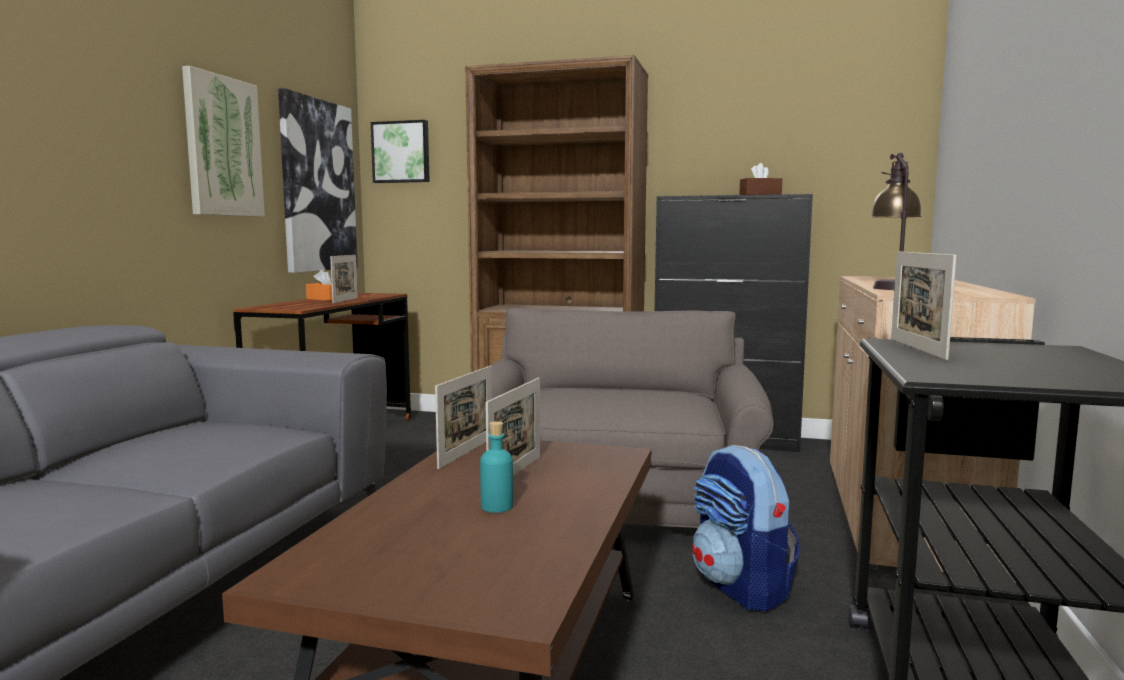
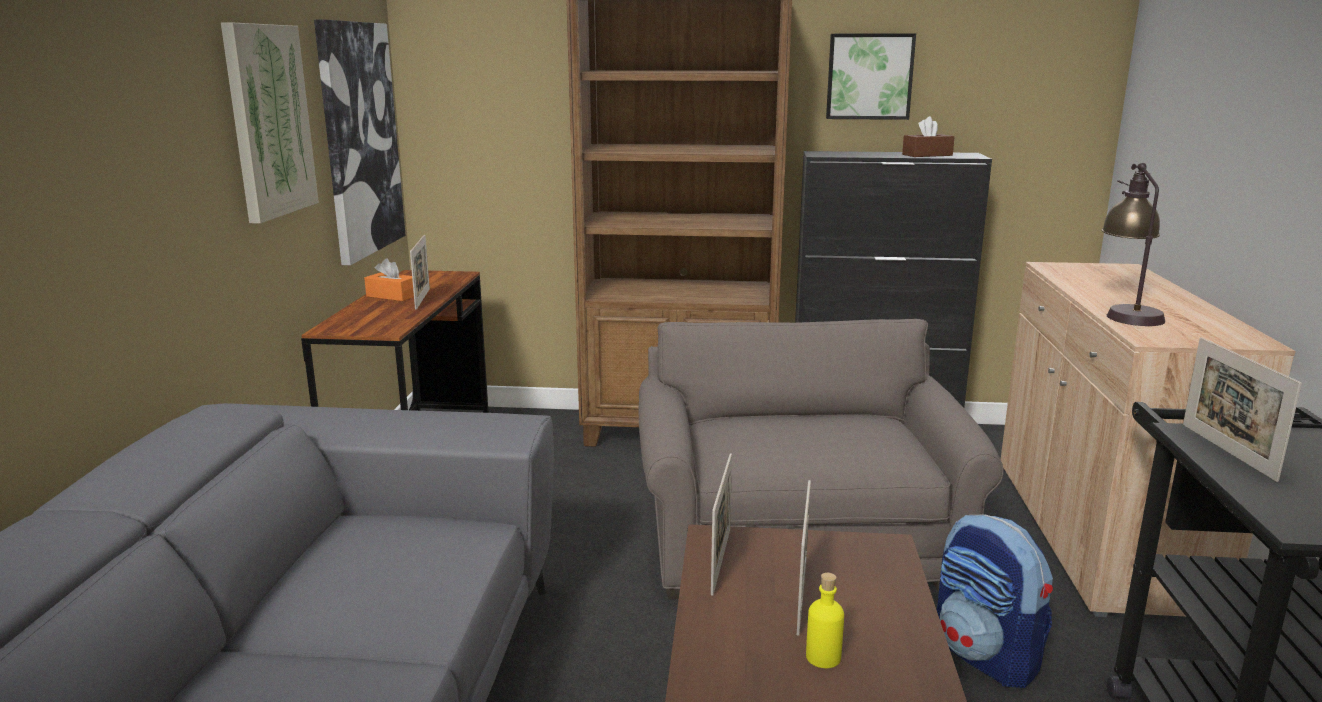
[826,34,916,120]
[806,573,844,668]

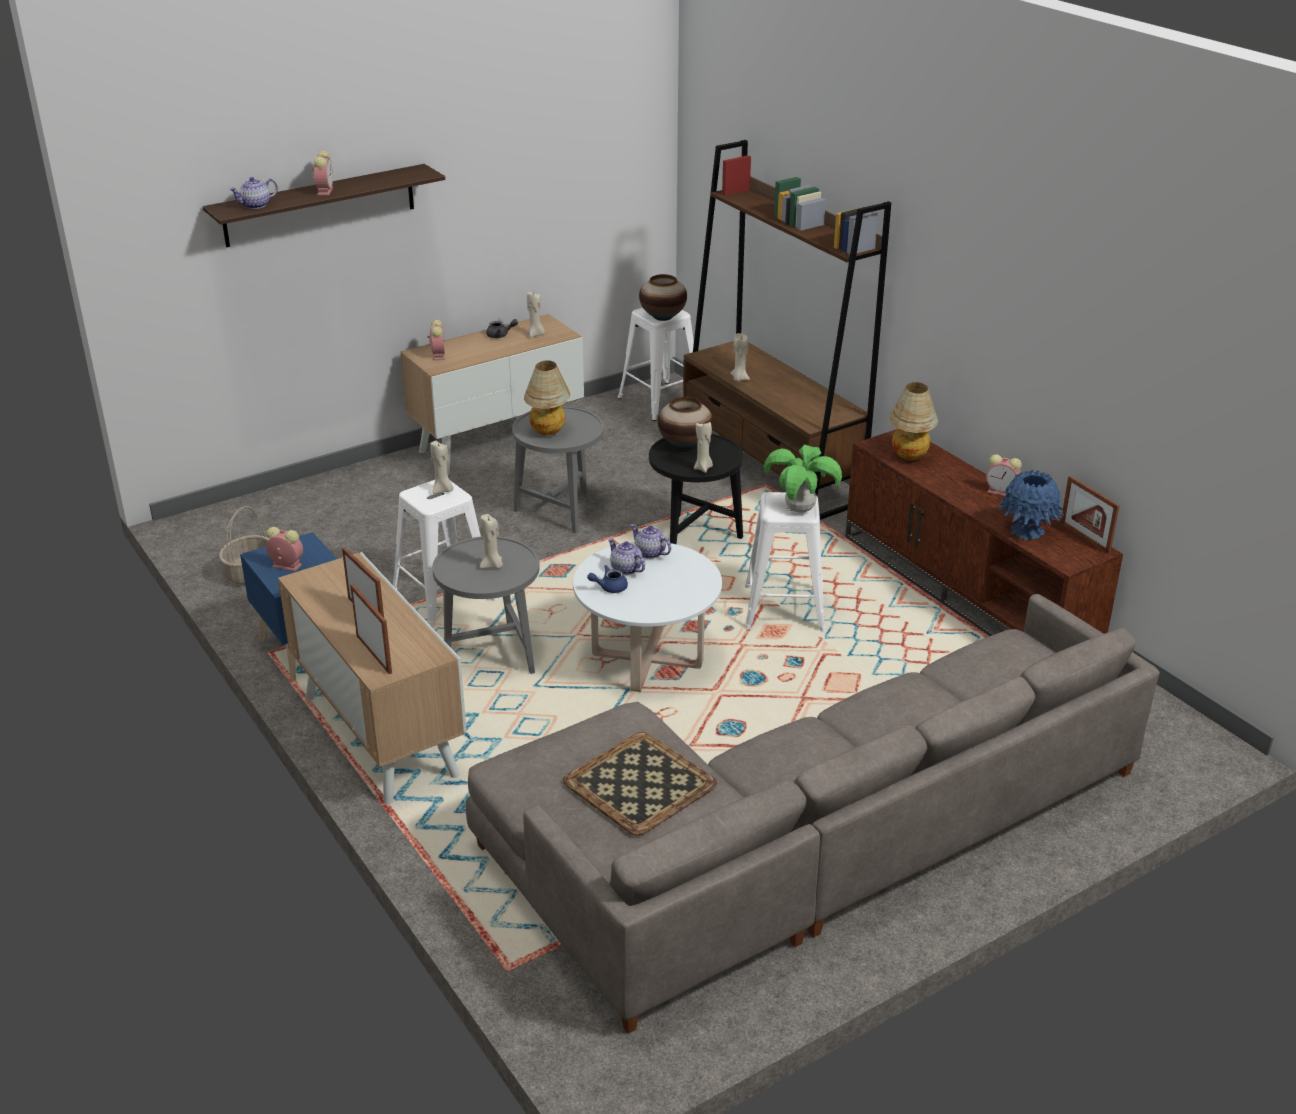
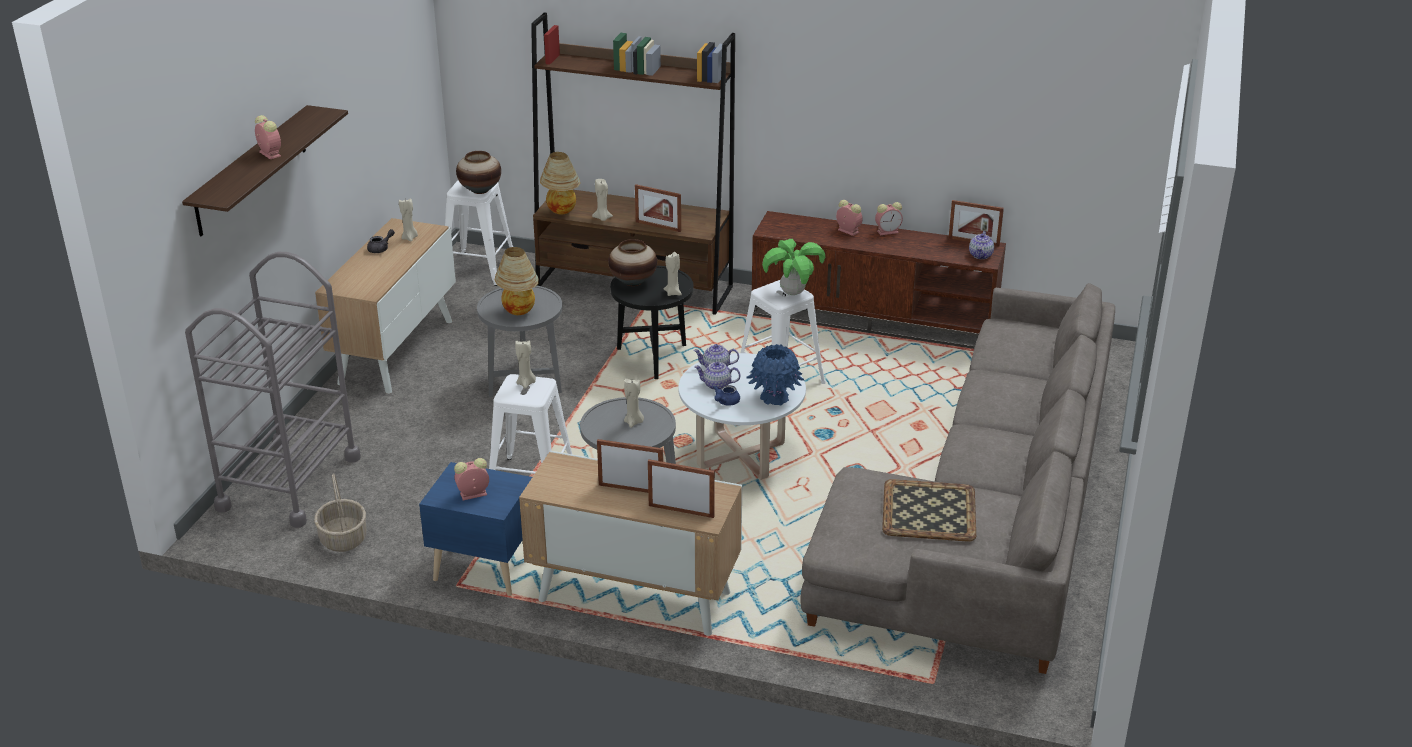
[969,231,994,259]
[836,200,863,236]
[540,152,580,214]
[746,344,804,406]
[185,252,361,528]
[635,184,681,232]

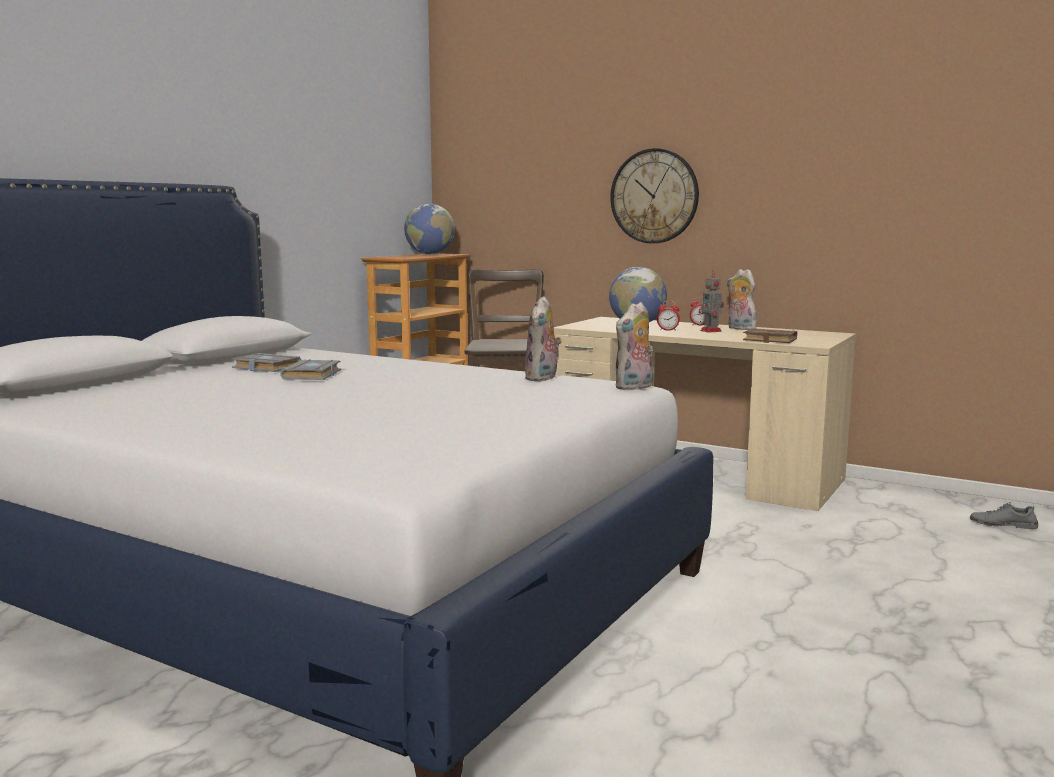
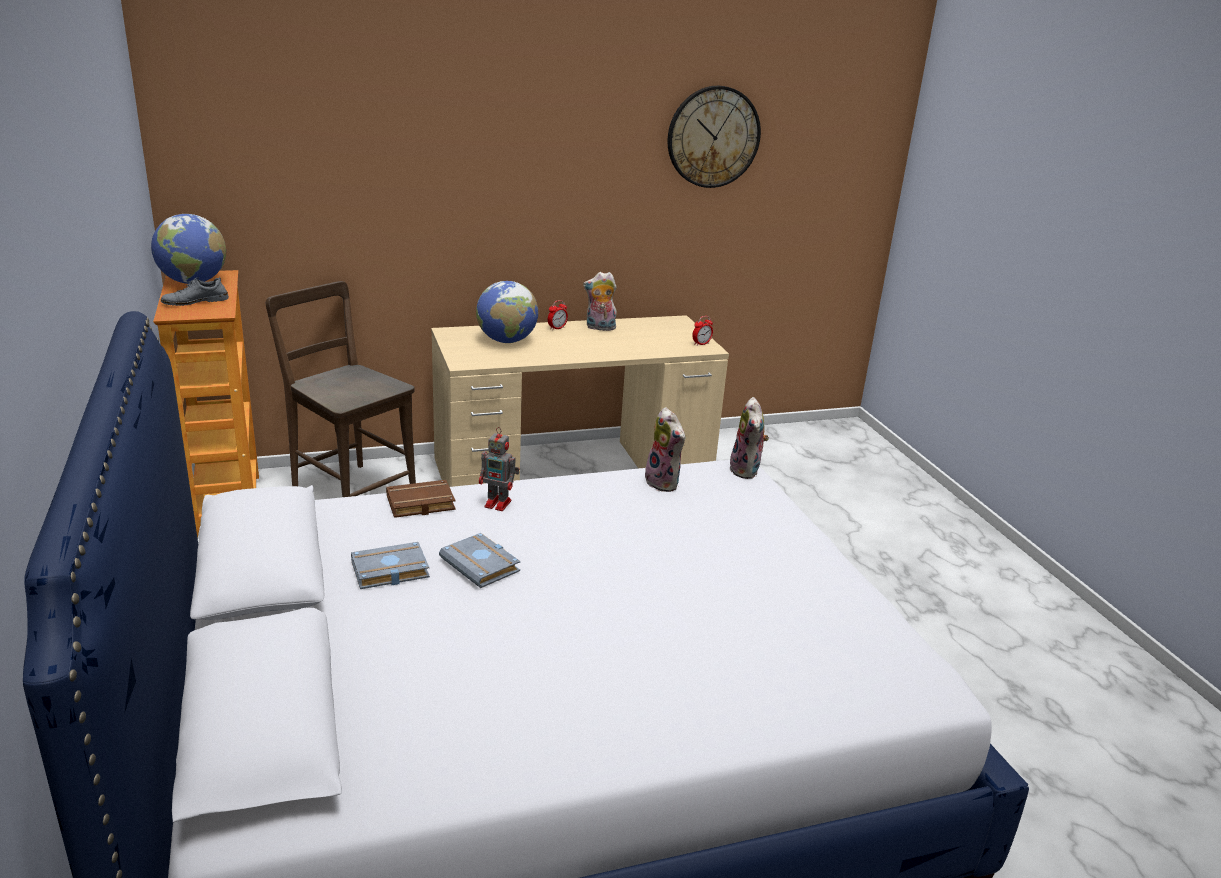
[668,86,761,188]
[692,316,713,346]
[479,427,519,511]
[386,480,456,518]
[161,277,229,306]

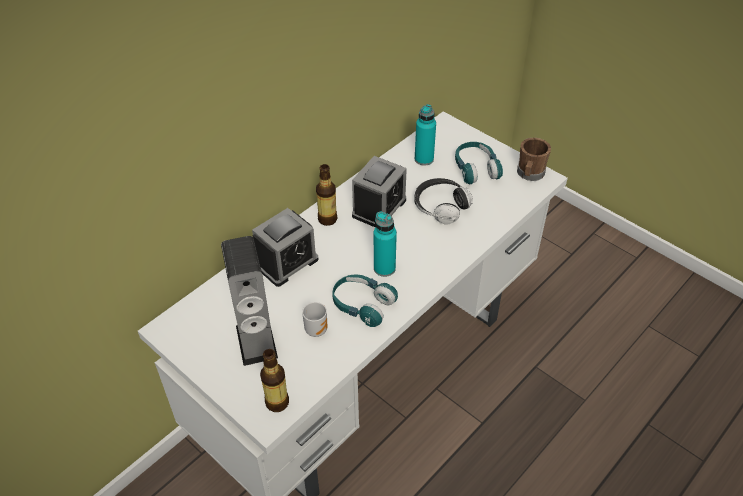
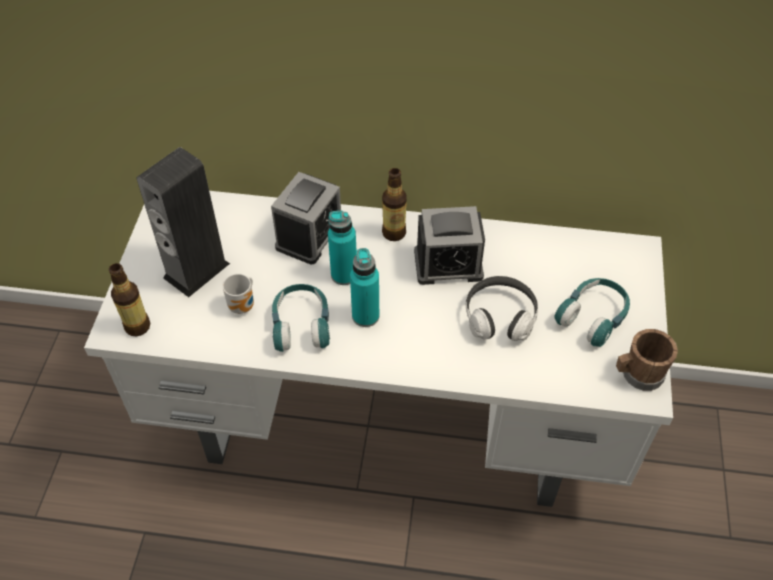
[271,172,341,265]
[328,211,356,285]

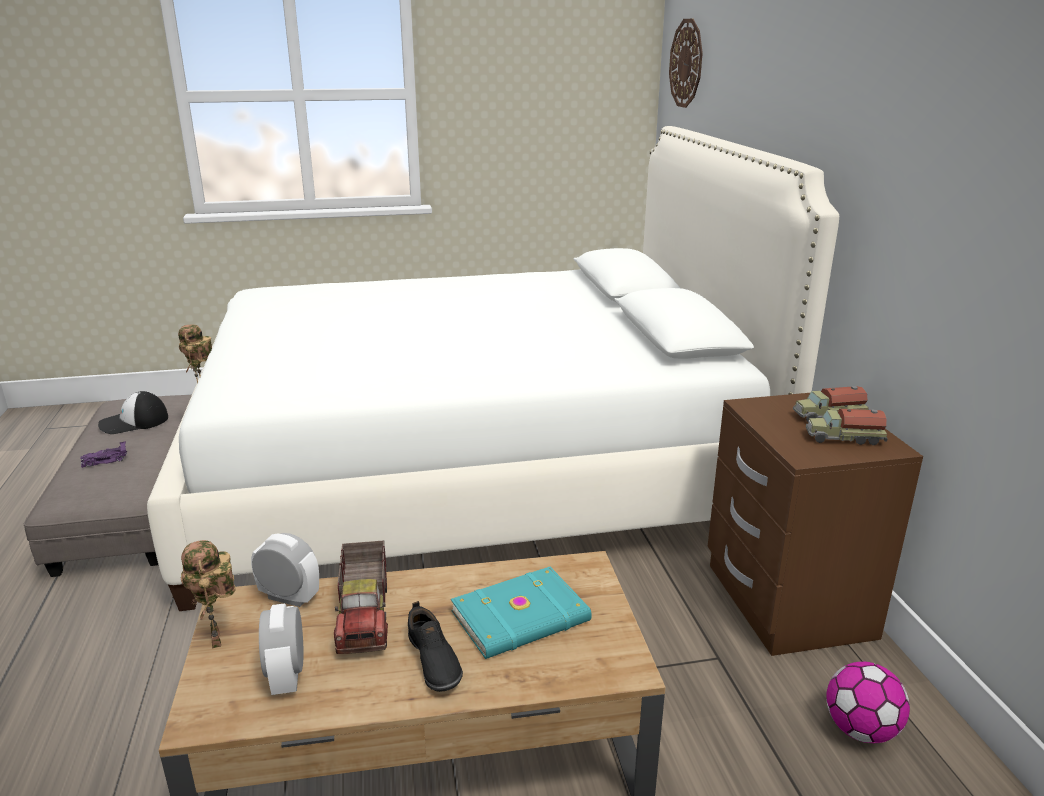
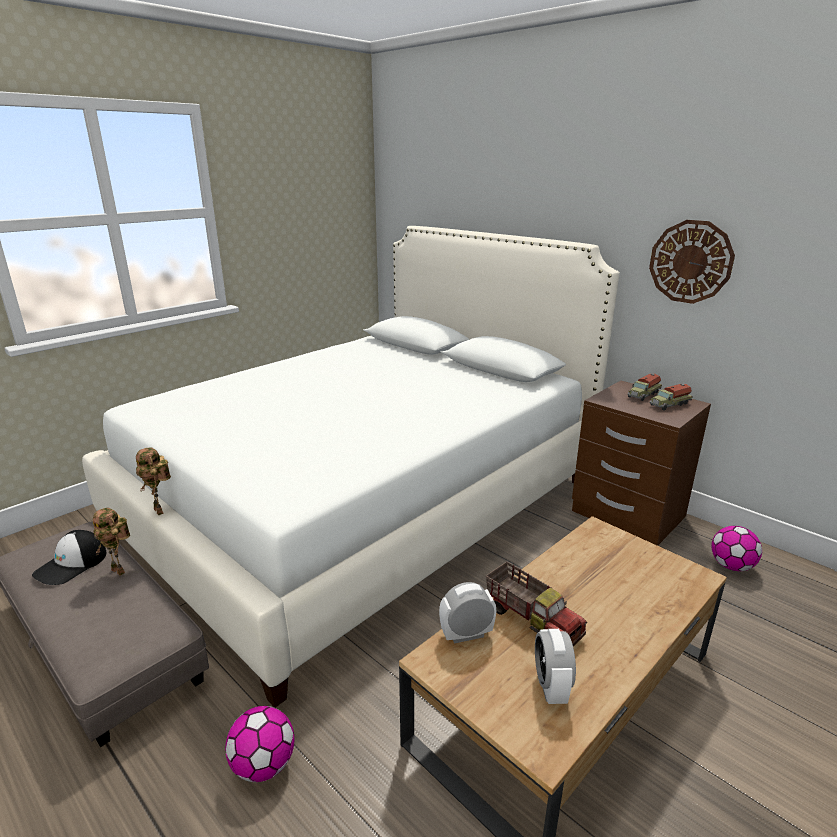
[80,441,127,468] (first image)
[93,508,130,576]
[535,629,576,704]
[408,601,463,692] (first image)
[451,567,592,659] (first image)
[649,220,735,304]
[225,706,294,782]

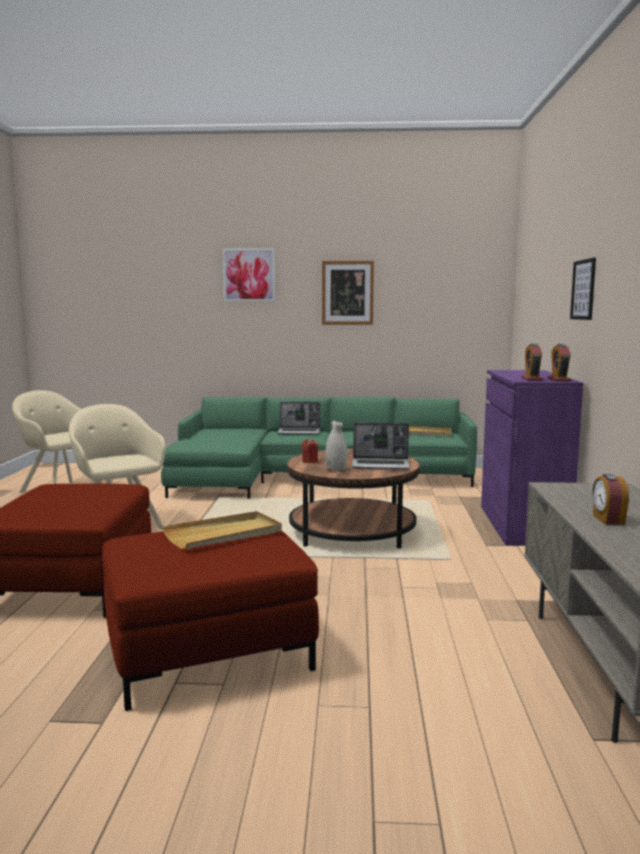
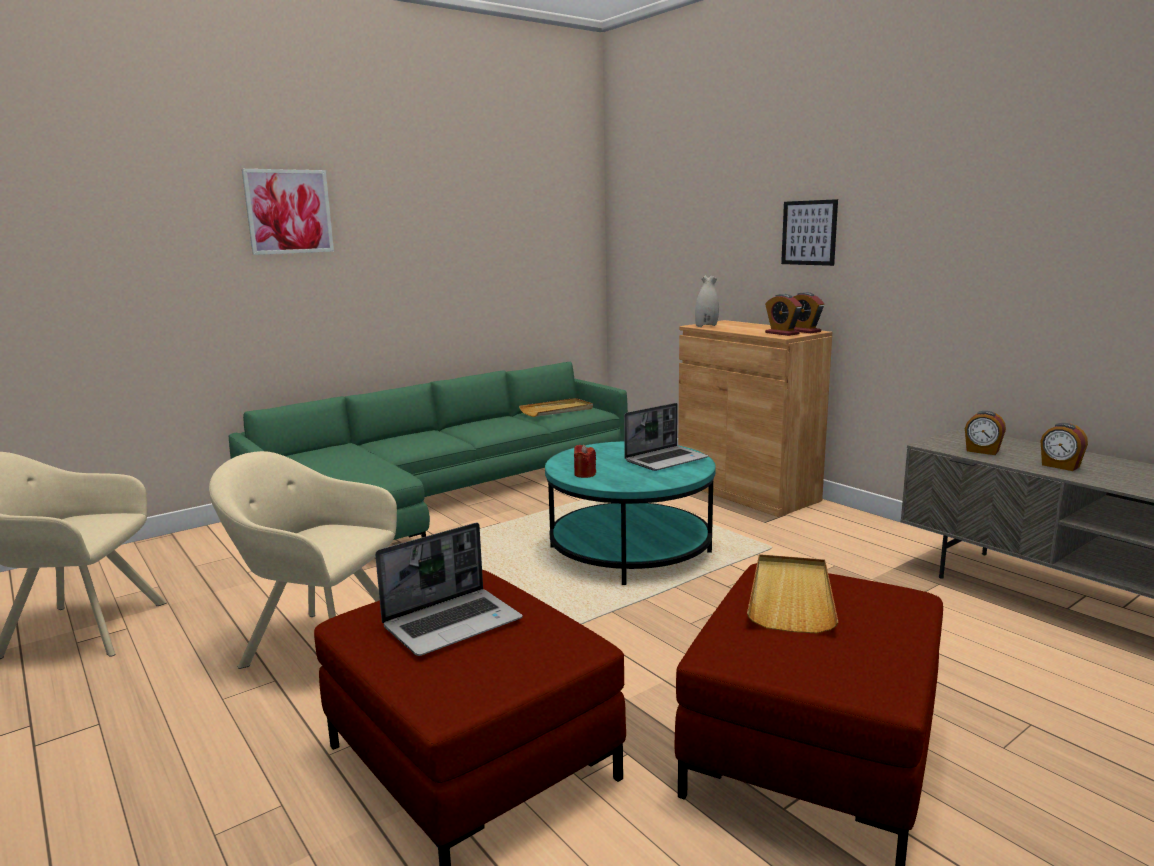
[375,523,522,656]
[545,441,716,585]
[322,261,374,325] (first image)
[695,276,719,327]
[678,320,832,517]
[965,411,1006,455]

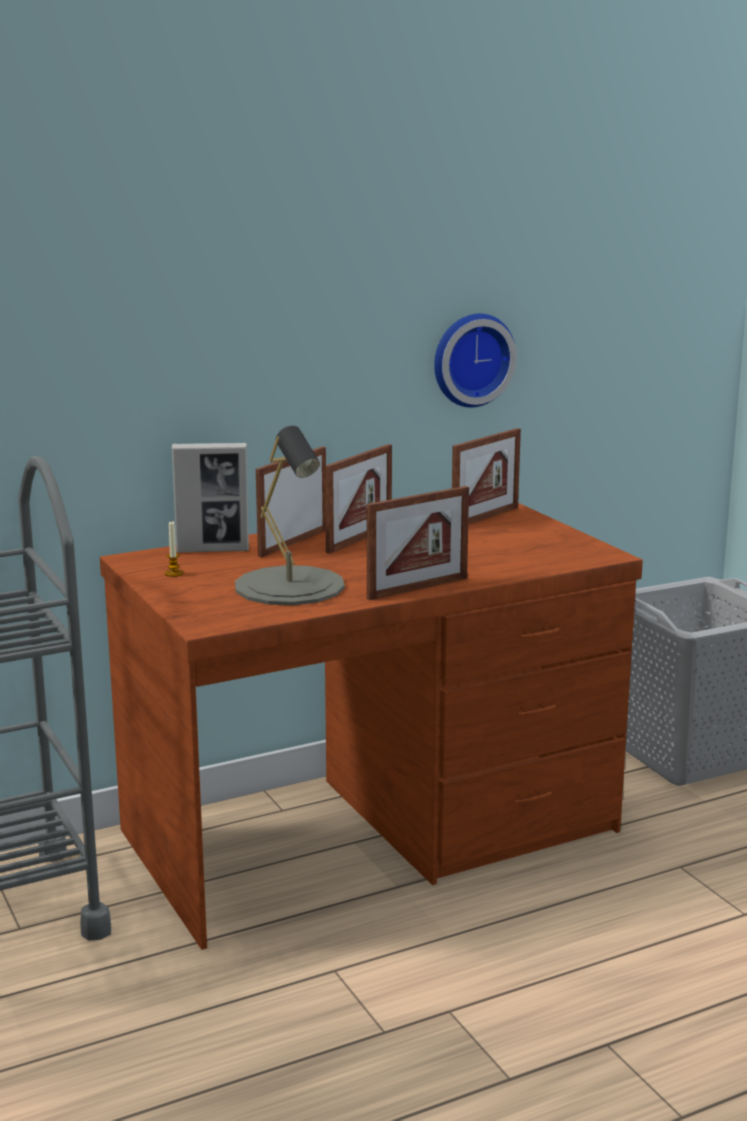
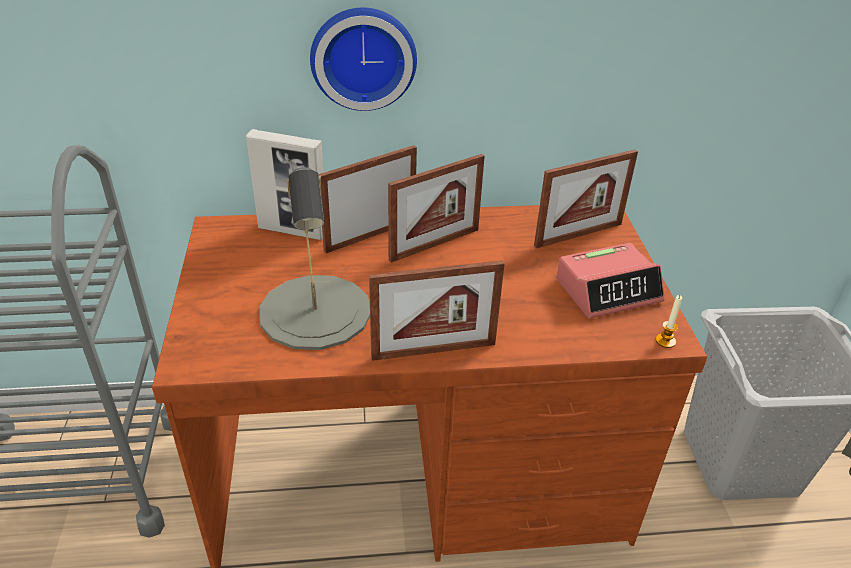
[656,295,682,348]
[310,8,417,111]
[556,243,665,319]

